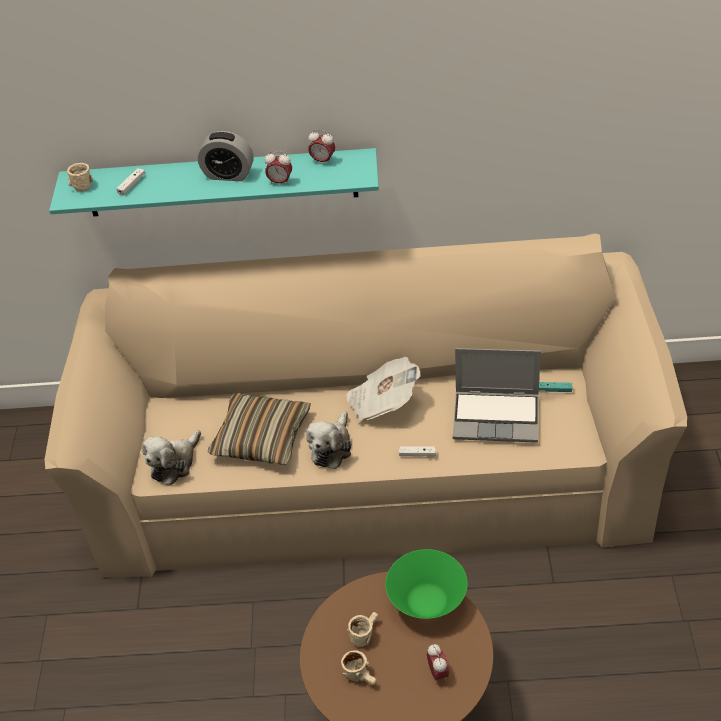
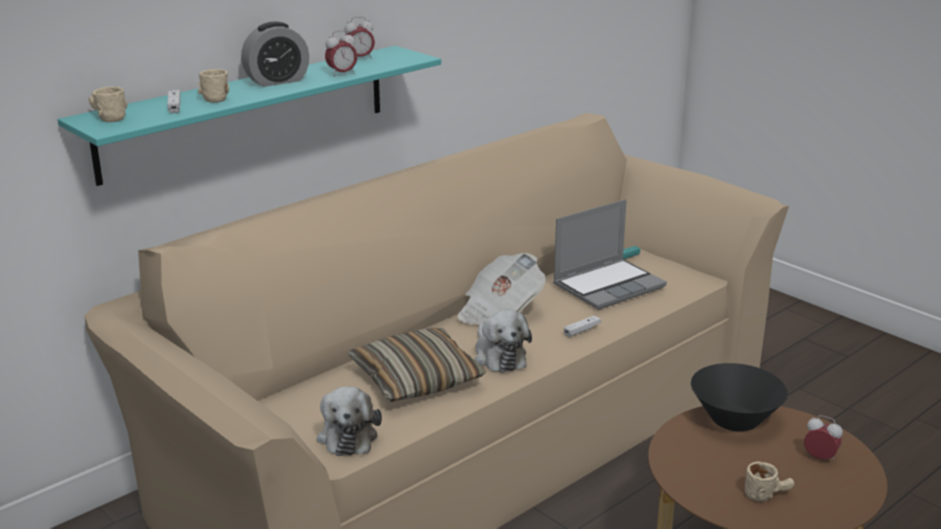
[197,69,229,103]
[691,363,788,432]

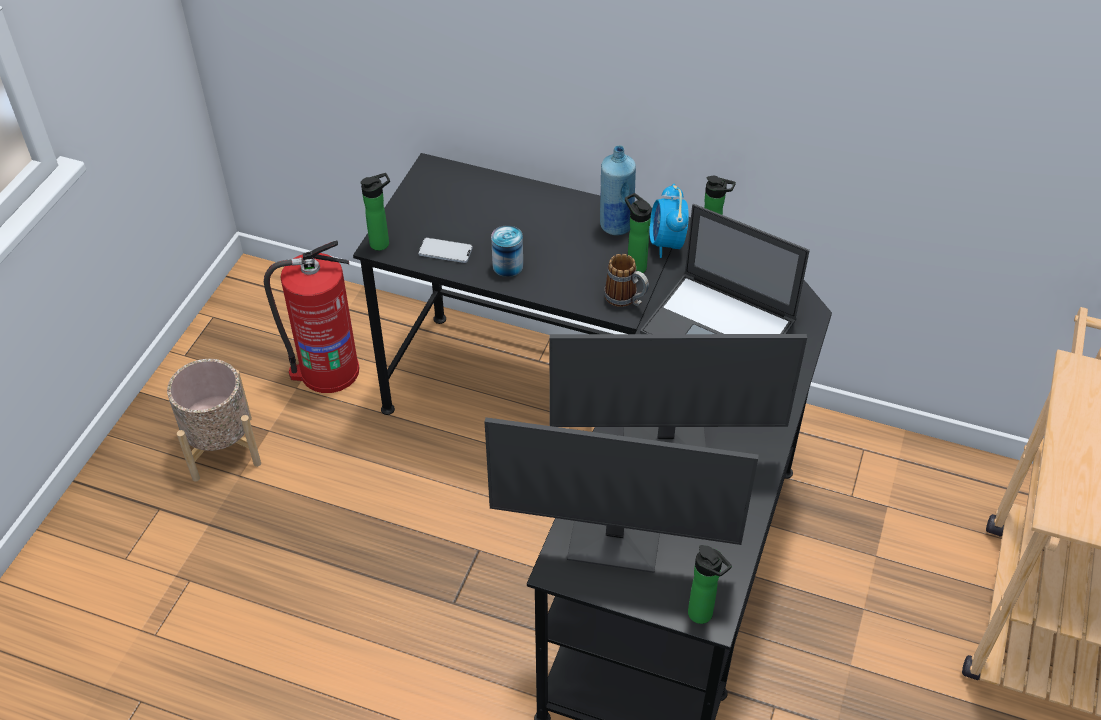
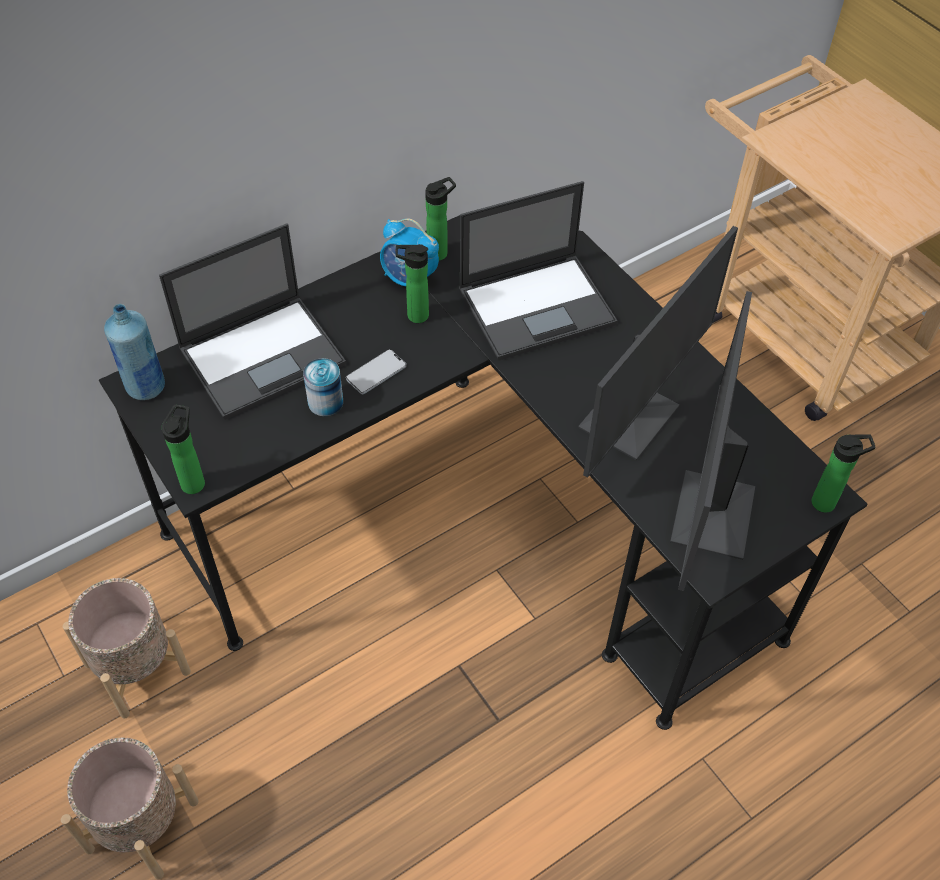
[63,578,191,719]
[346,349,406,394]
[670,291,755,591]
[104,304,165,400]
[604,254,649,307] (first image)
[159,223,346,420]

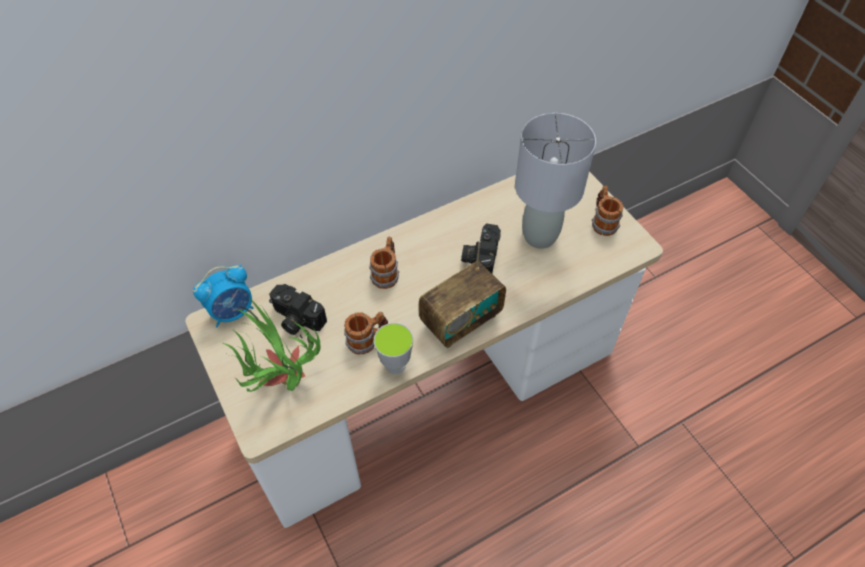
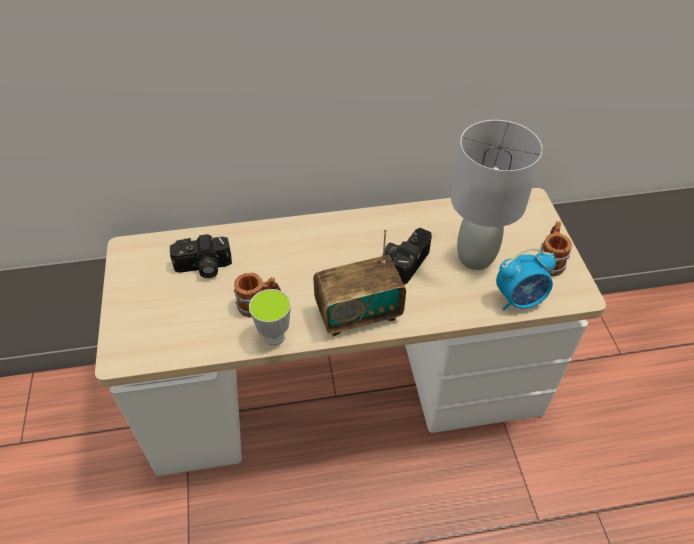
[496,248,556,311]
[222,298,320,392] (first image)
[170,234,232,278]
[369,237,399,289] (first image)

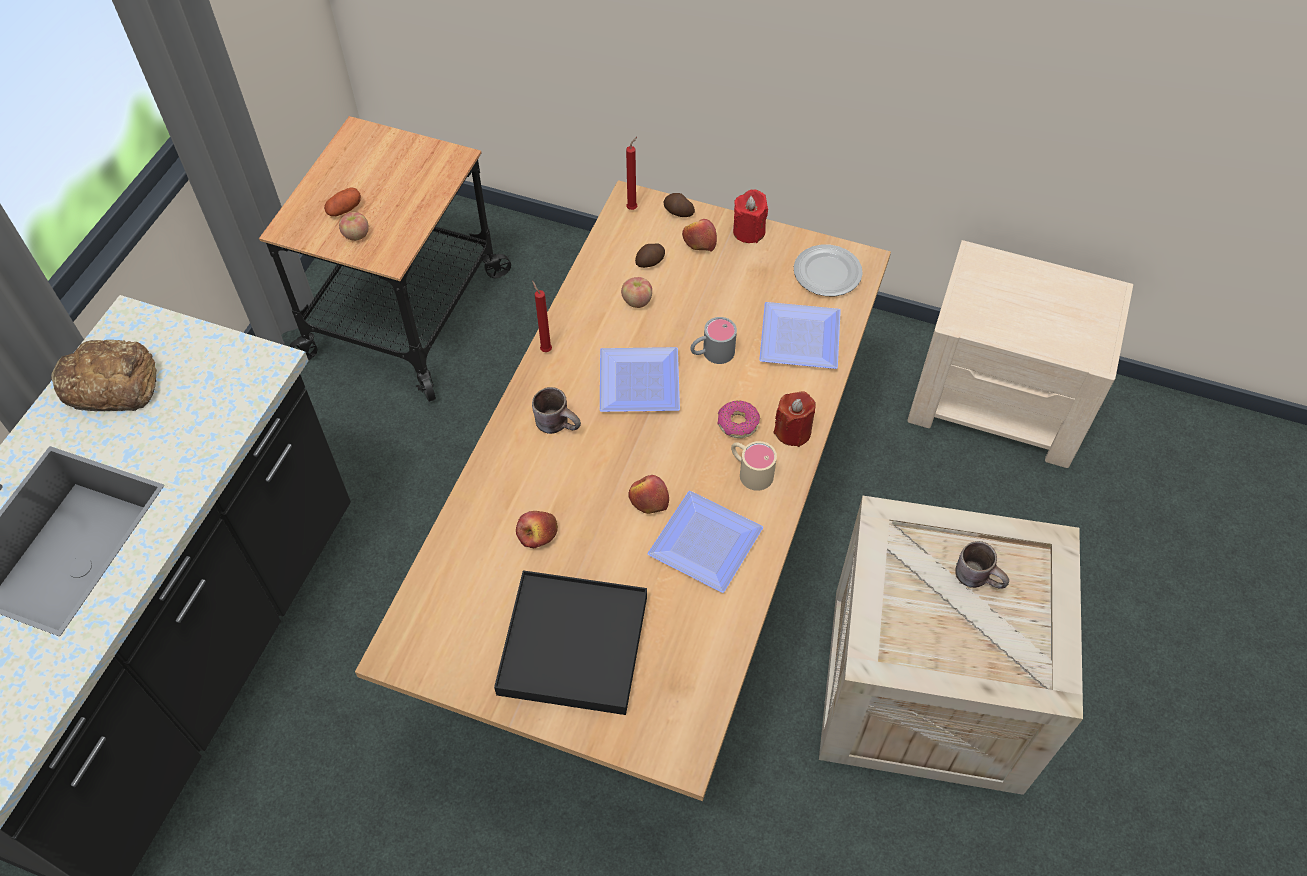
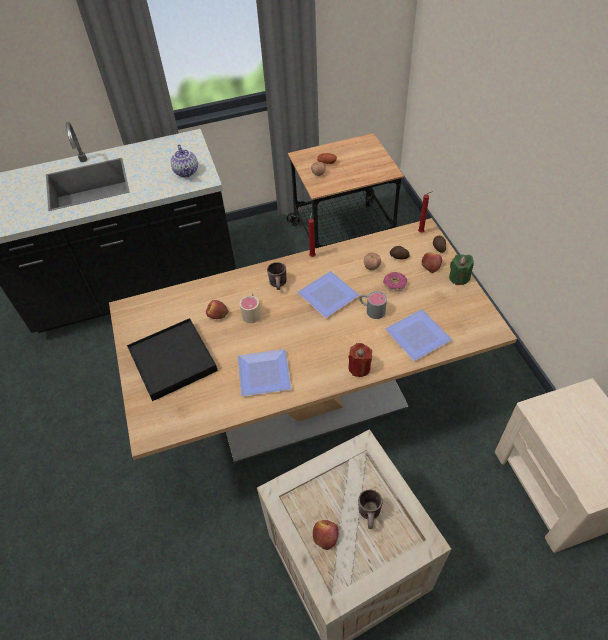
[51,340,157,411] (first image)
[313,520,338,550]
[383,272,407,292]
[240,293,261,323]
[449,254,474,285]
[794,245,863,296] (first image)
[170,144,198,177]

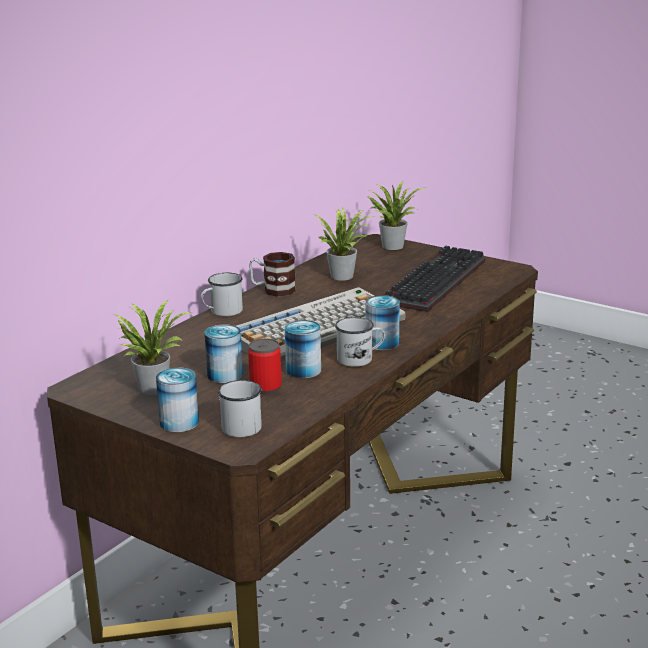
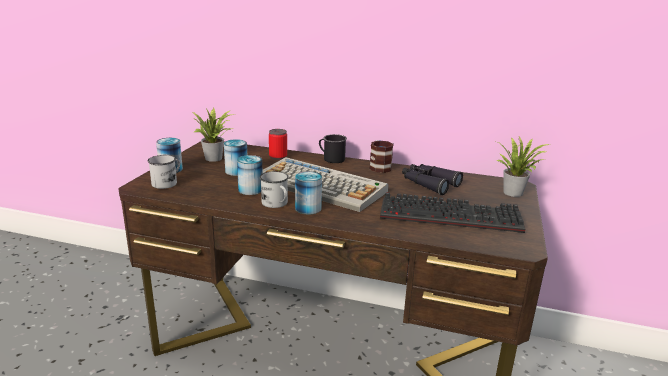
[319,134,347,163]
[269,129,287,160]
[402,164,463,195]

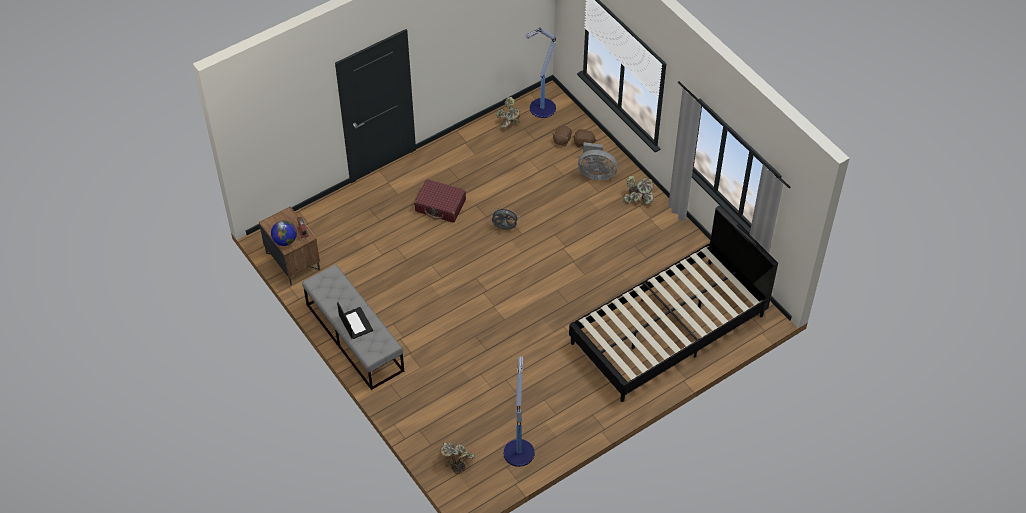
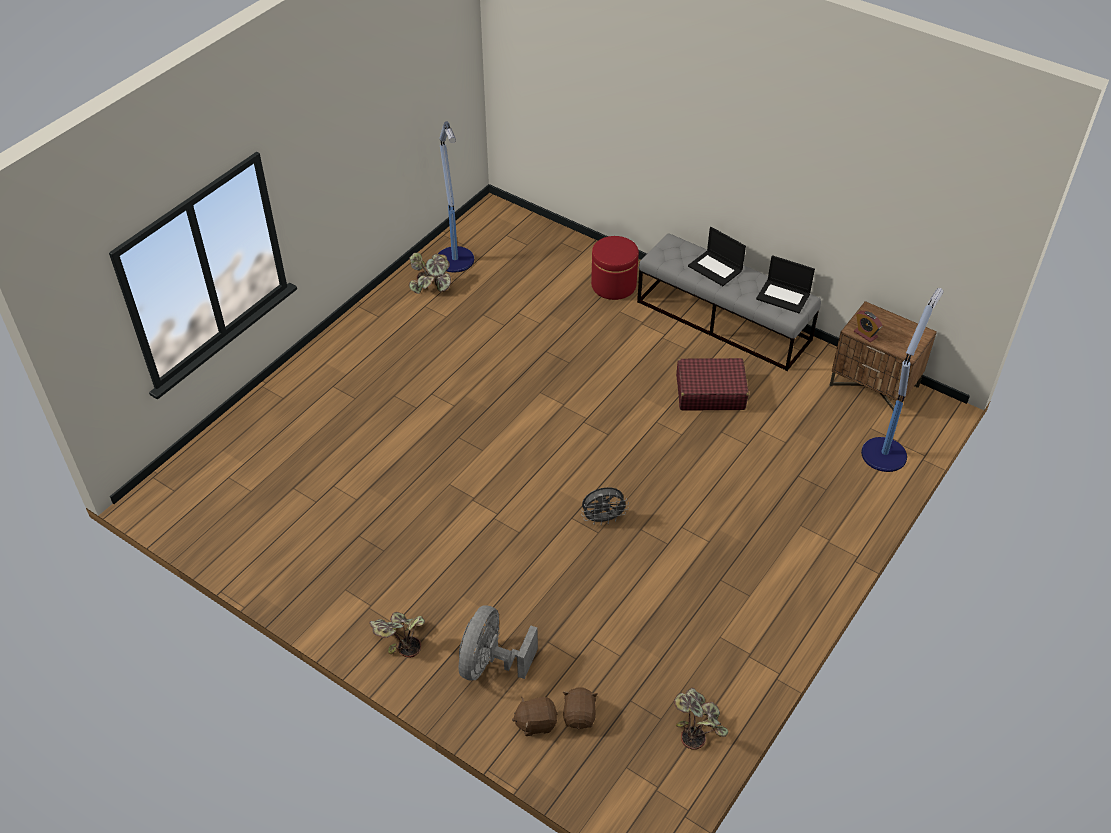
[271,220,297,246] (first image)
[676,358,749,411]
[409,252,451,294]
[861,288,944,472]
[569,205,778,402] (first image)
[459,605,538,681]
[591,236,639,300]
[756,255,815,313]

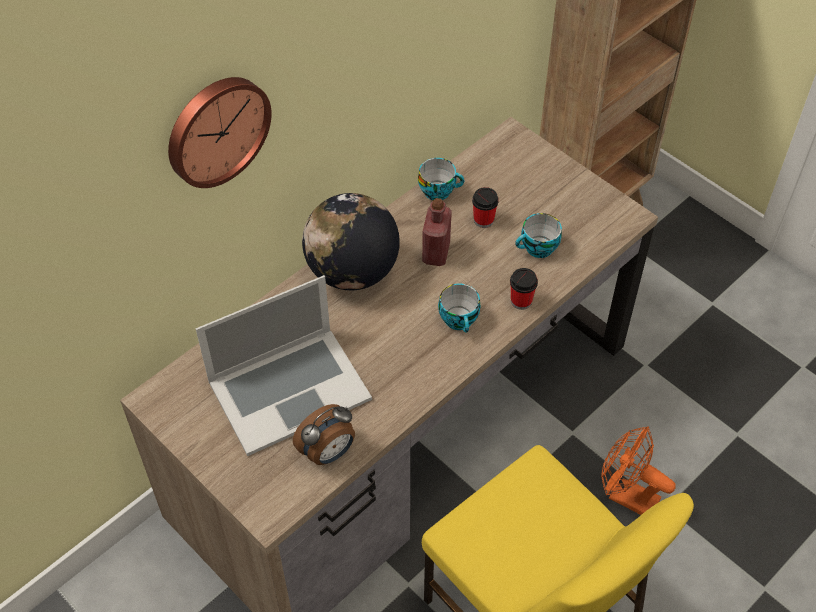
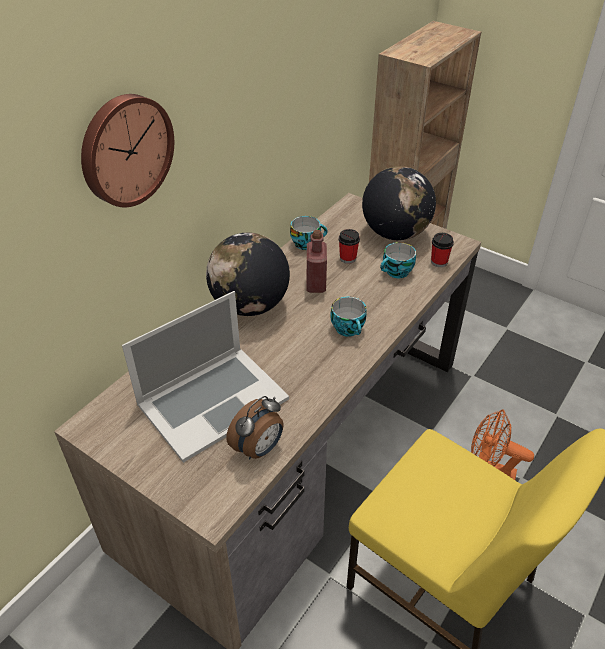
[431,233,454,267]
[362,166,436,240]

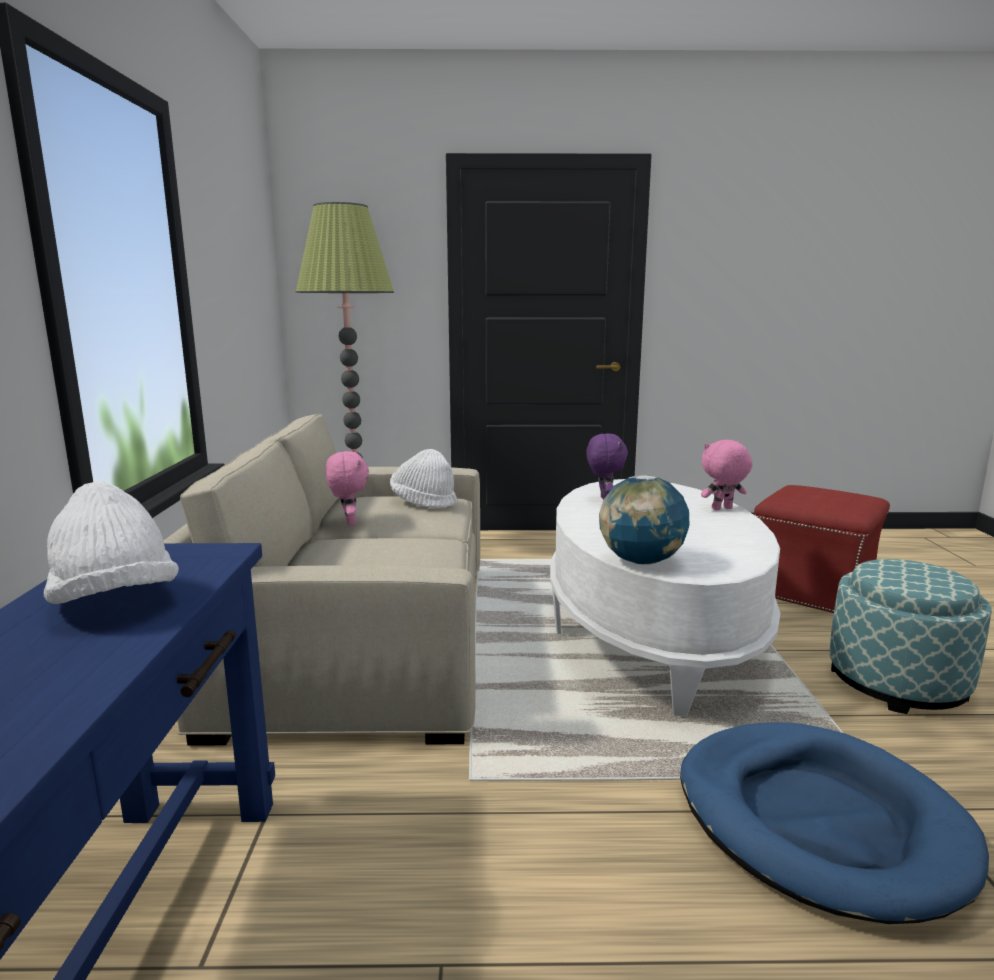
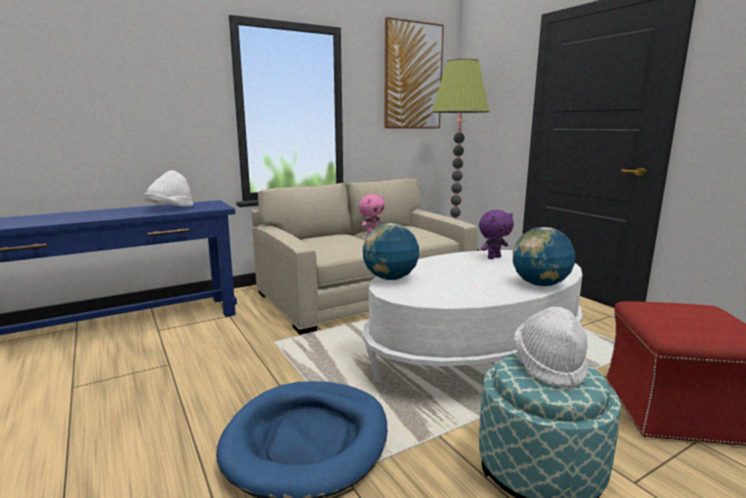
[514,307,588,388]
[513,227,575,286]
[384,17,444,129]

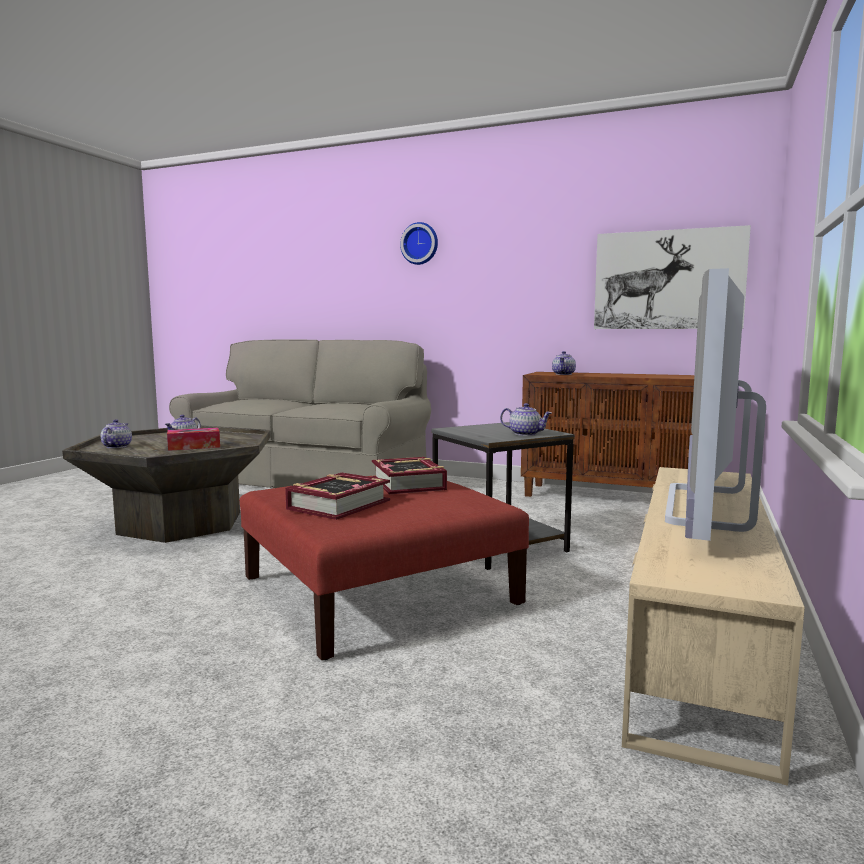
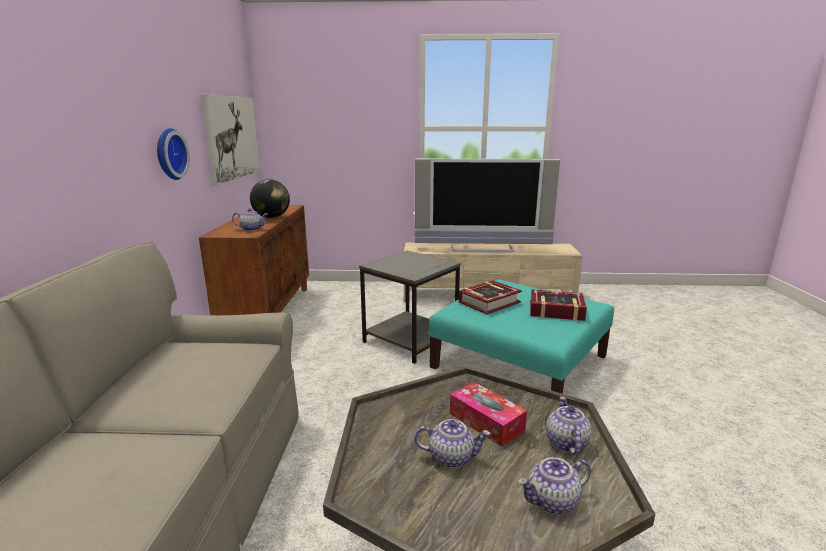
[429,279,614,394]
[157,128,190,180]
[546,397,591,455]
[250,179,290,218]

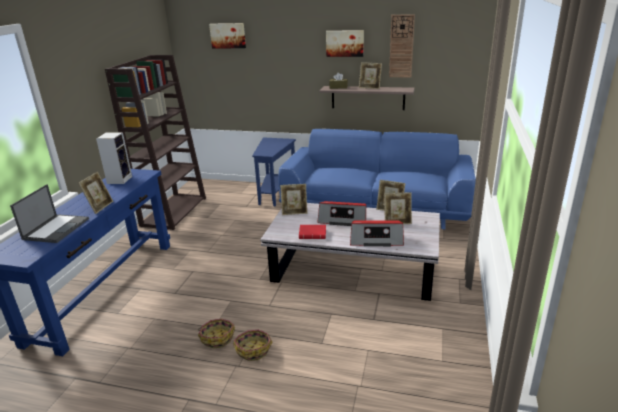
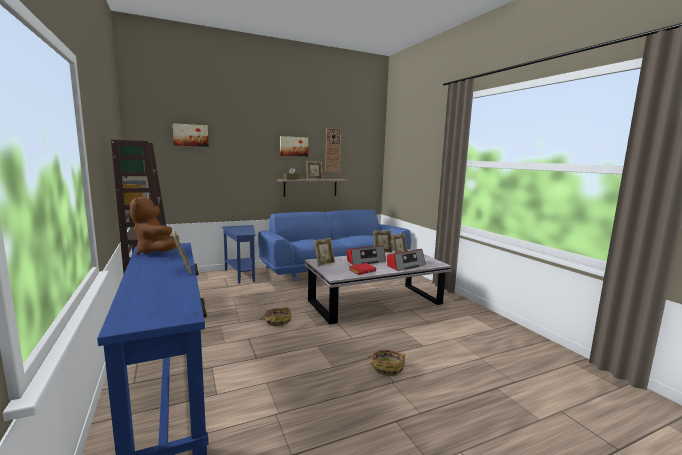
[10,184,89,243] (first image)
[130,196,179,255]
[260,307,291,327]

